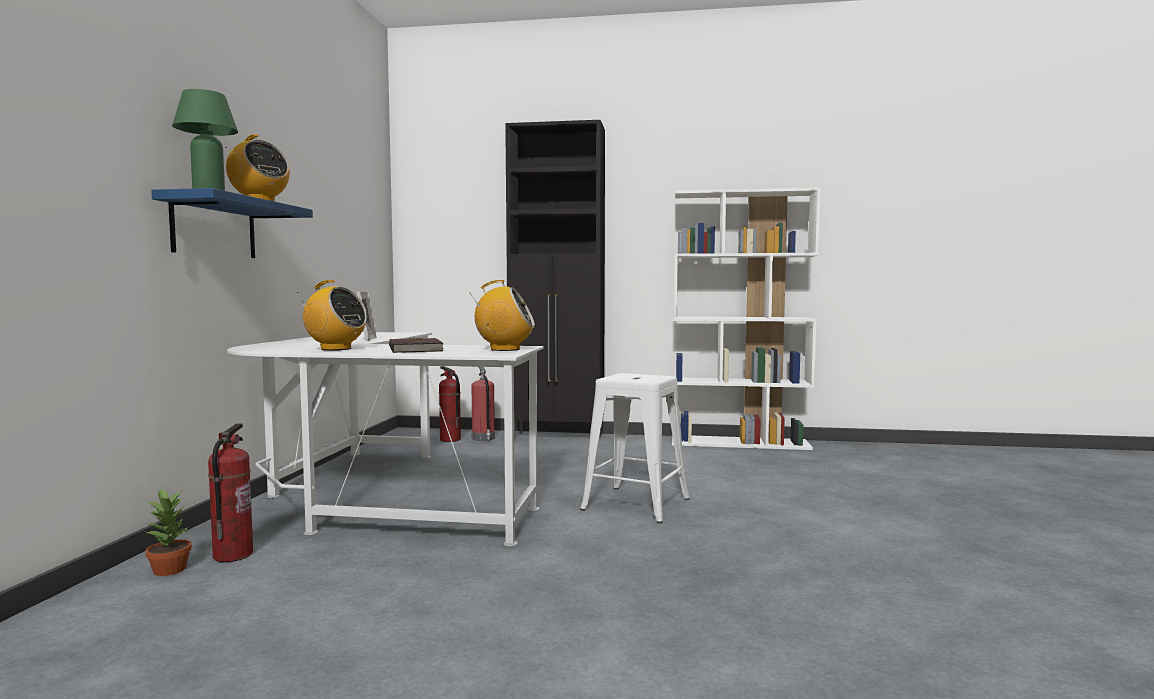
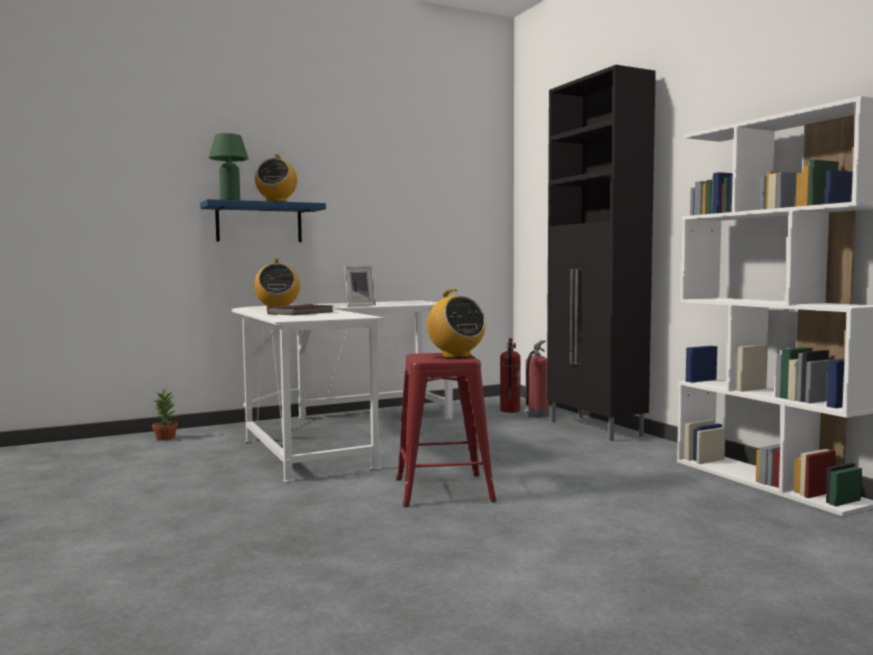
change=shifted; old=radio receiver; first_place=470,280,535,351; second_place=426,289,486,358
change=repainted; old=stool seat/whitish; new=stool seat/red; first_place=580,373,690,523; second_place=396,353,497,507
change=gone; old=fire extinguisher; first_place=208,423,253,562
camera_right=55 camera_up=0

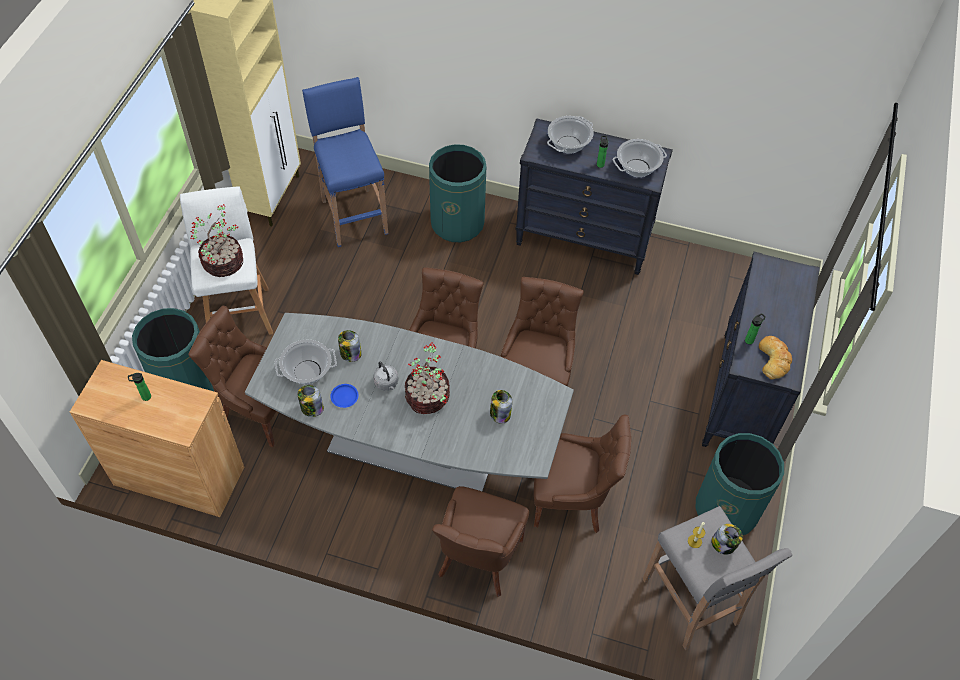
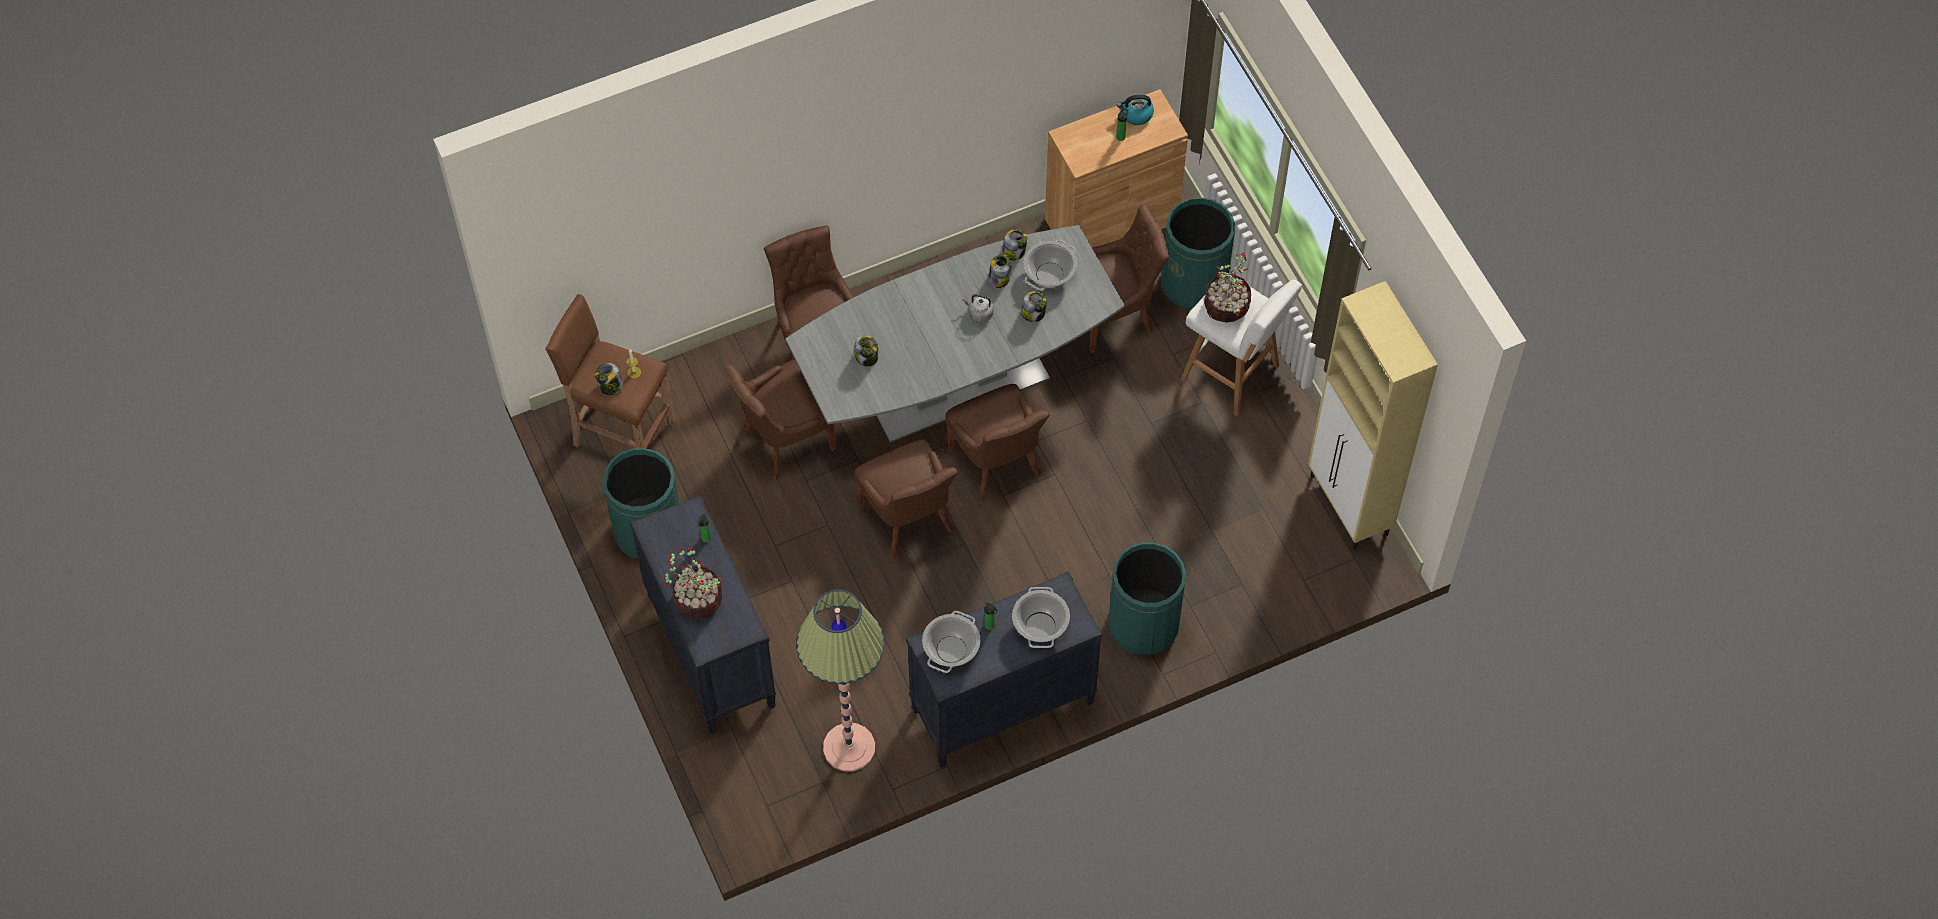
change=gone; old=stool seat/blue; first_place=302,77,388,247
change=gone; old=baked bread; first_place=759,336,792,380
change=shifted; old=houseplant; first_place=405,342,450,414; second_place=661,547,722,620
change=swapped; old=dinner plate/blue; new=storage jar; first_place=330,384,359,408; second_place=988,254,1012,288
change=repainted; old=stool seat/gray; new=stool seat/brown-coloured; first_place=642,506,792,650; second_place=545,294,676,448
change=new; new=kettle; second_place=1117,94,1154,125
change=new; new=standing lamp; second_place=796,589,884,772
camera_right=140 camera_up=5

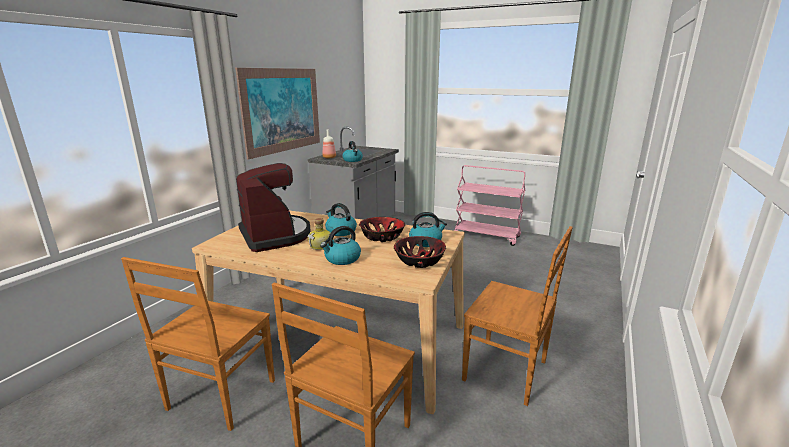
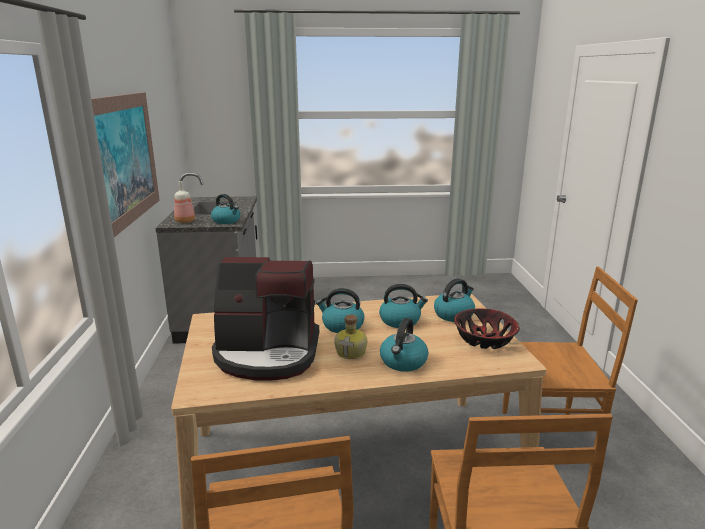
change=rotated; old=coffee brewer; first_place=236,163,311,252; second_place=212,257,319,380; degrees=150
change=gone; old=wheeled cart/pinkish; first_place=454,165,525,246
change=swapped; old=bowl; new=kettle; first_place=359,217,405,242; second_place=379,284,428,328
camera_right=-30 camera_up=0

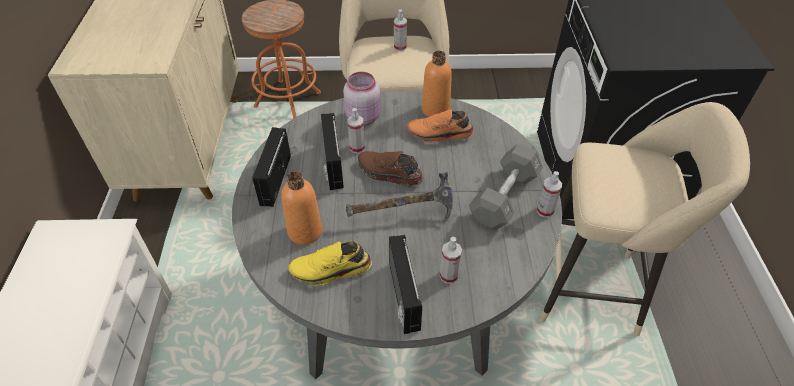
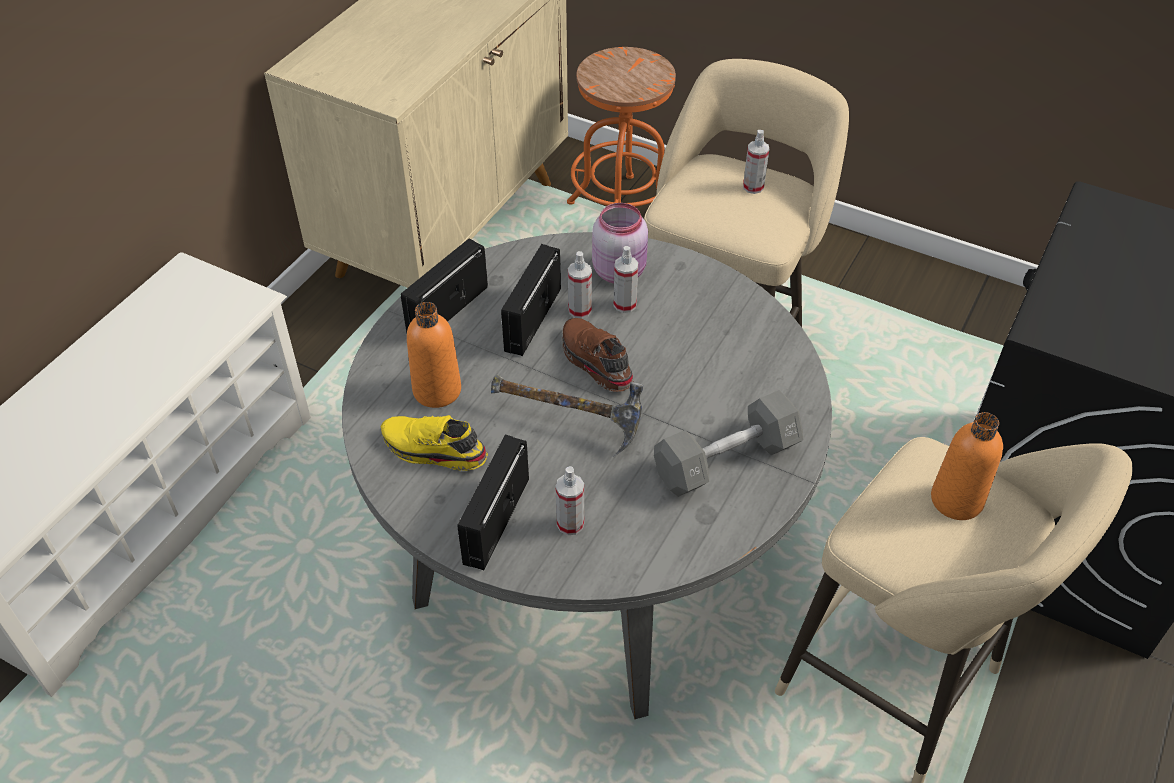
change=shifted; old=drink bottle/orange; first_place=422,51,452,117; second_place=931,412,1003,520
change=gone; old=shoe/orange; first_place=407,109,474,143
change=shifted; old=spray bottle; first_place=537,171,562,218; second_place=614,246,638,313
camera_right=30 camera_up=0

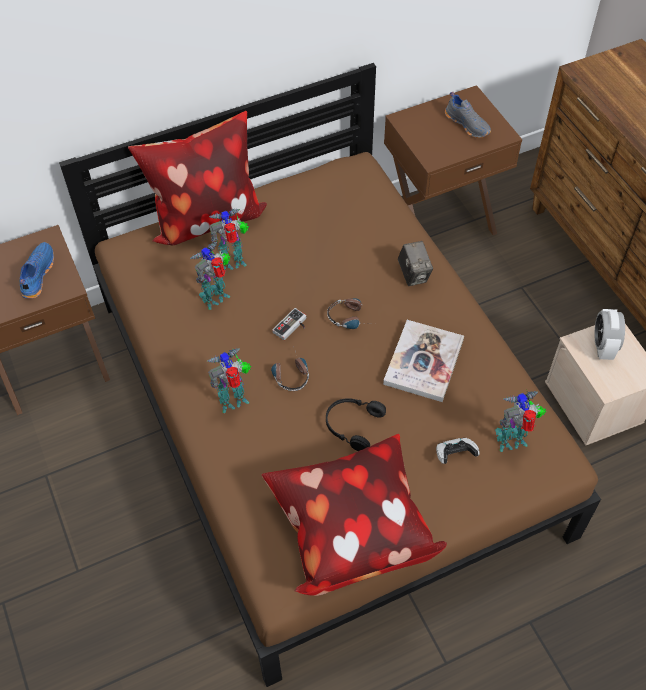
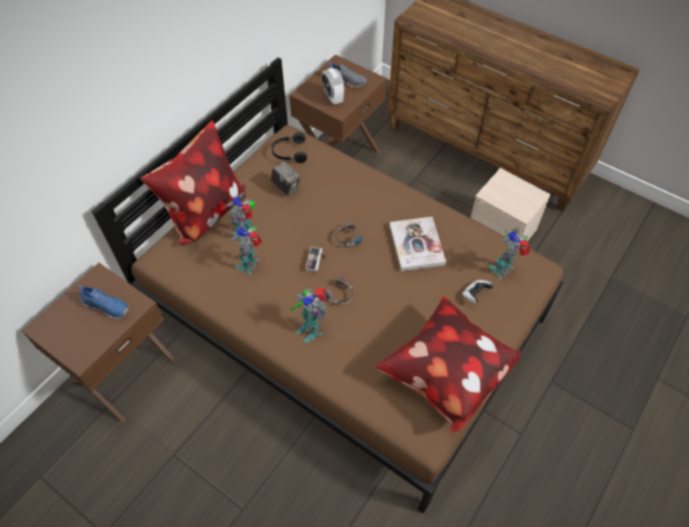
change=shifted; old=still camera; first_place=398,241,433,286; second_place=271,161,300,196
change=rotated; old=shoe/blue; first_place=19,242,54,299; second_place=77,285,129,319; degrees=135
change=shifted; old=alarm clock; first_place=594,309,625,360; second_place=321,68,345,105
change=rotated; old=robot figure; first_place=206,348,251,413; second_place=288,287,327,343; degrees=-75
change=shifted; old=headset/black; first_place=326,398,386,451; second_place=272,132,307,163
camera_right=-30 camera_up=0

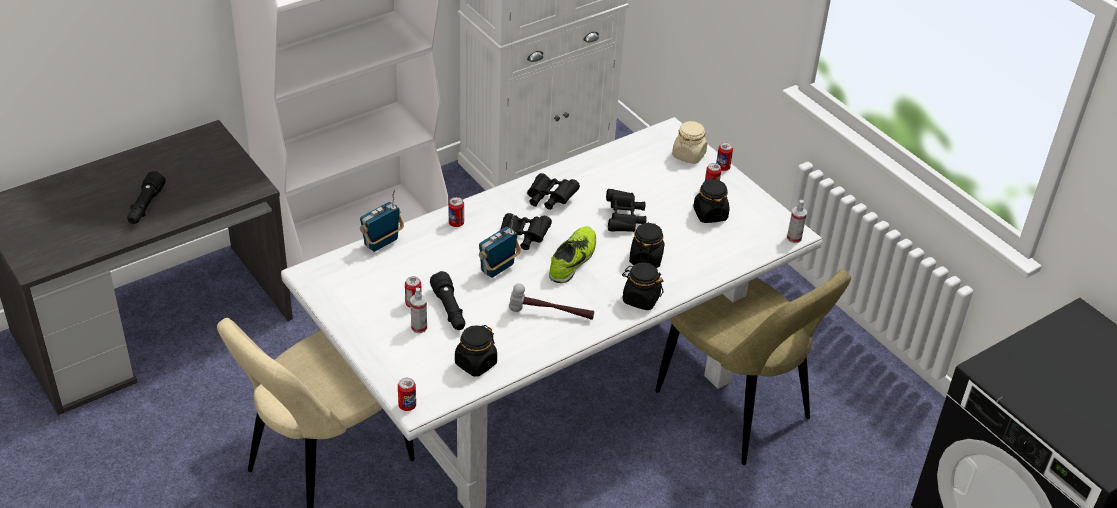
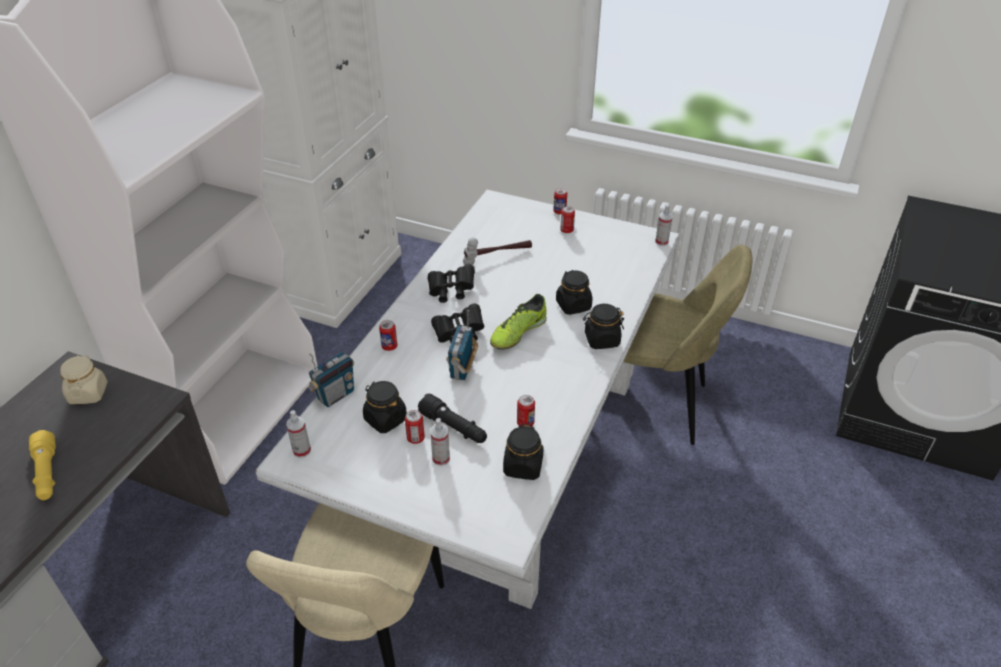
change=shifted; old=storage jar/beige; first_place=672,121,707,164; second_place=60,355,107,404
change=repainted; old=hand torch/black; new=hand torch/yellow-coloured; first_place=127,171,166,224; second_place=29,430,56,500
change=shifted; old=storage jar/black; first_place=693,179,730,223; second_place=363,381,407,433
change=gone; old=pair of binoculars/black; first_place=606,189,647,232
change=rotated; old=radio receiver; first_place=360,190,404,252; second_place=308,352,354,407; degrees=-150
change=rotated; old=shoe; first_place=549,226,596,283; second_place=490,294,547,350; degrees=-135
change=shifted; old=hand hammer; first_place=509,283,594,320; second_place=463,238,532,265
change=shifted; old=sealed can; first_place=398,378,416,411; second_place=517,395,535,427
change=new; new=spray bottle; second_place=286,410,311,458
camera_right=-30 camera_up=0

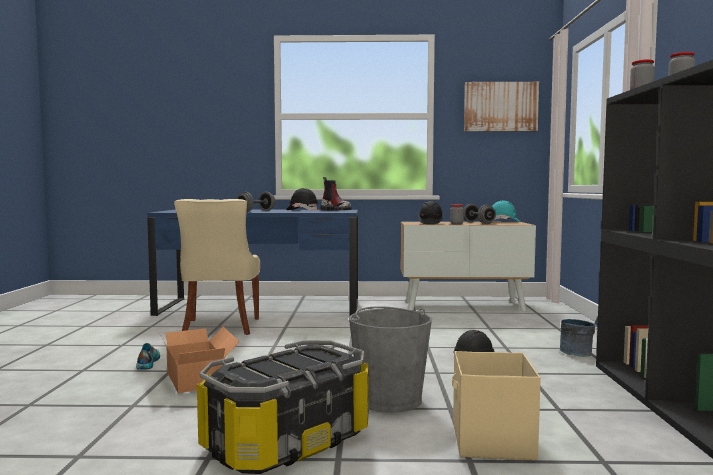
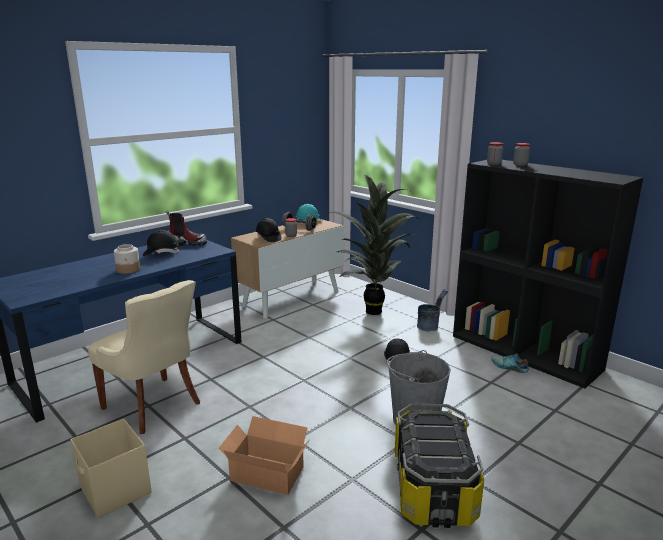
change=gone; old=picture; first_place=464,82,539,132
change=swapped; old=hand weight/gray; new=storage jar; first_place=237,192,275,212; second_place=114,244,140,274
change=shifted; old=shoe; first_place=136,343,160,370; second_place=492,353,529,373
change=shifted; old=storage container/beige; first_place=452,351,541,460; second_place=70,419,152,518
change=new; new=houseplant; second_place=329,175,421,315
camera_right=-45 camera_up=15

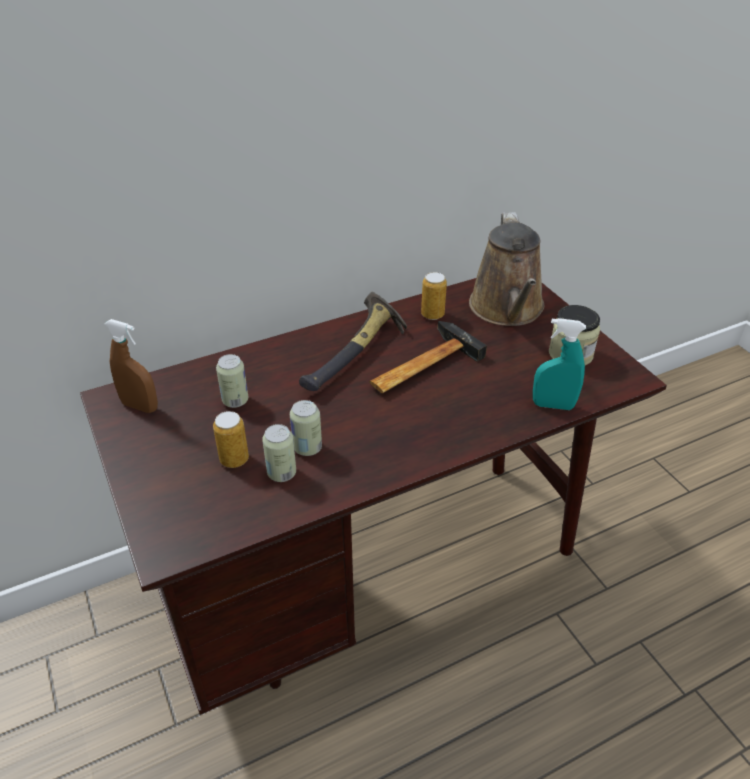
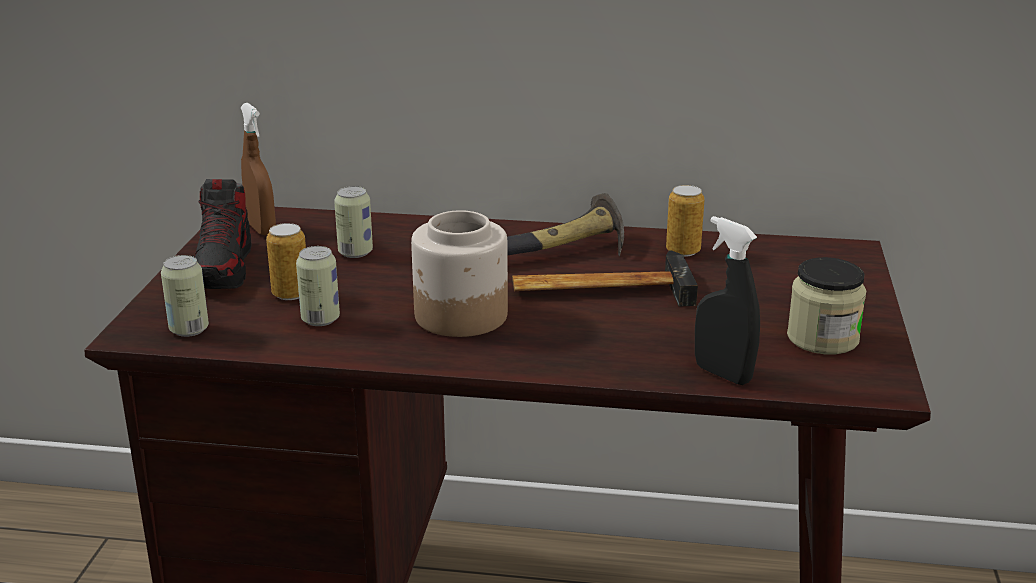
change=gone; old=sprinkling can/brown-coloured; first_place=469,212,544,326
change=repainted; old=spray bottle/turquoise-coloured; new=spray bottle/black; first_place=533,318,586,410; second_place=695,216,760,385
change=shifted; old=sealed can; first_place=290,400,322,456; second_place=161,255,209,337
change=new; new=shoe; second_place=192,179,252,289
change=new; new=storage jar; second_place=411,210,508,337
camera_right=35 camera_up=-15

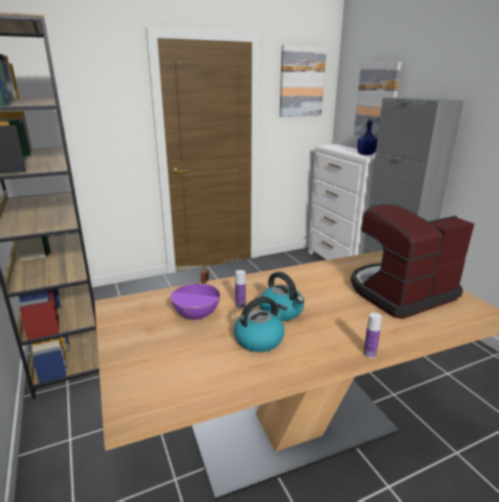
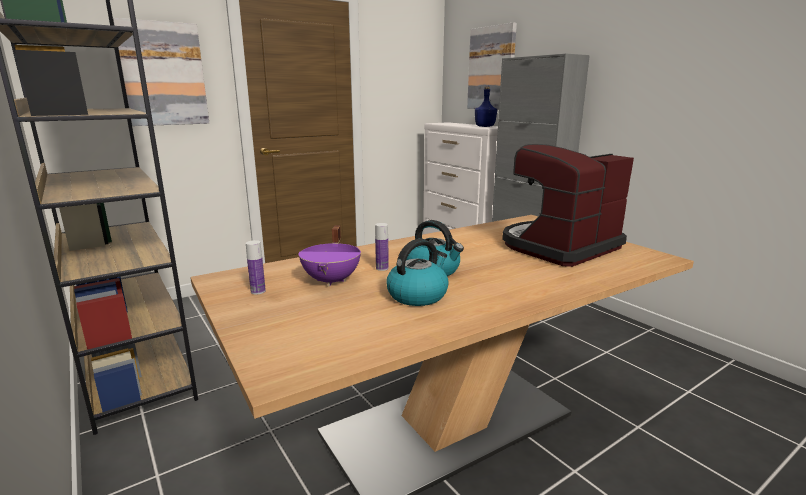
change=shifted; old=picture; first_place=280,45,327,117; second_place=113,18,209,126
change=shifted; old=drink bottle; first_place=363,312,382,358; second_place=246,240,266,294
camera_right=-10 camera_up=-5

